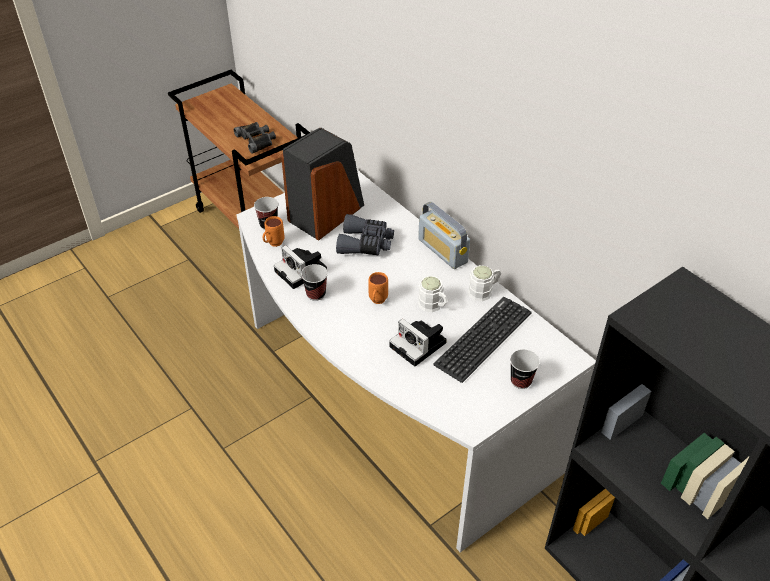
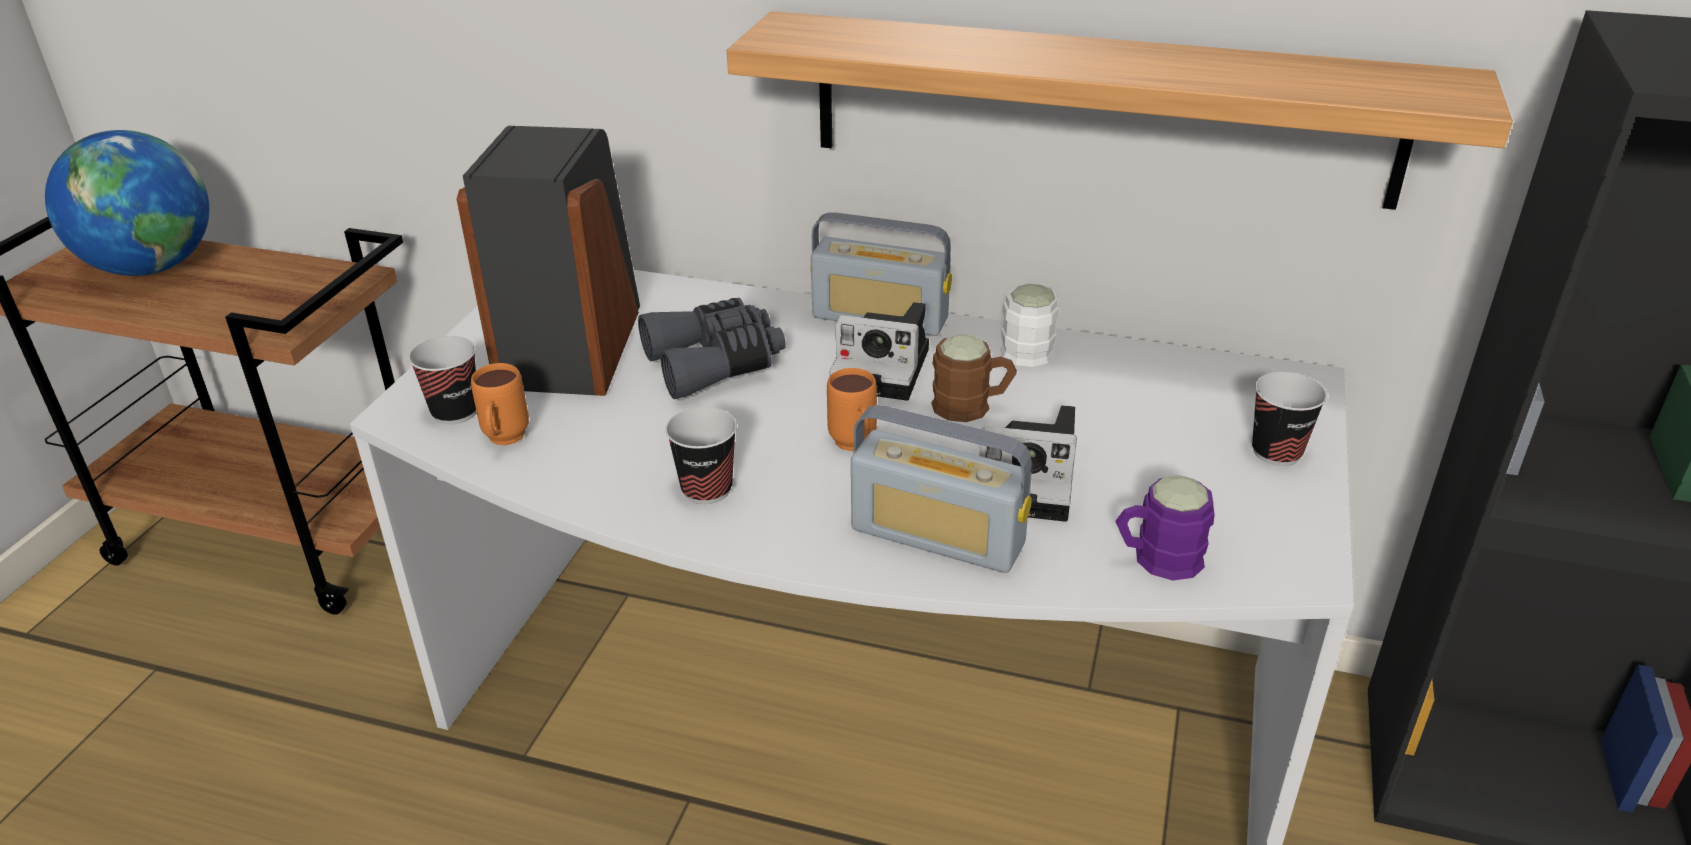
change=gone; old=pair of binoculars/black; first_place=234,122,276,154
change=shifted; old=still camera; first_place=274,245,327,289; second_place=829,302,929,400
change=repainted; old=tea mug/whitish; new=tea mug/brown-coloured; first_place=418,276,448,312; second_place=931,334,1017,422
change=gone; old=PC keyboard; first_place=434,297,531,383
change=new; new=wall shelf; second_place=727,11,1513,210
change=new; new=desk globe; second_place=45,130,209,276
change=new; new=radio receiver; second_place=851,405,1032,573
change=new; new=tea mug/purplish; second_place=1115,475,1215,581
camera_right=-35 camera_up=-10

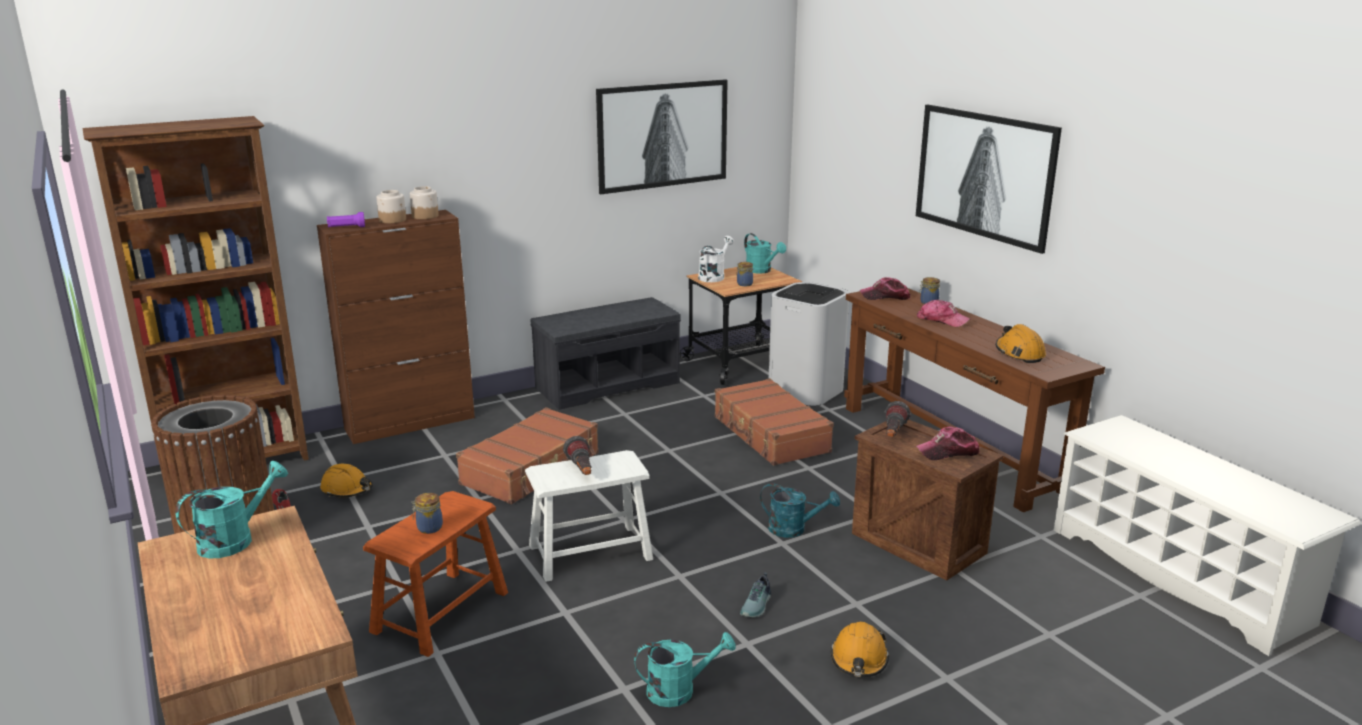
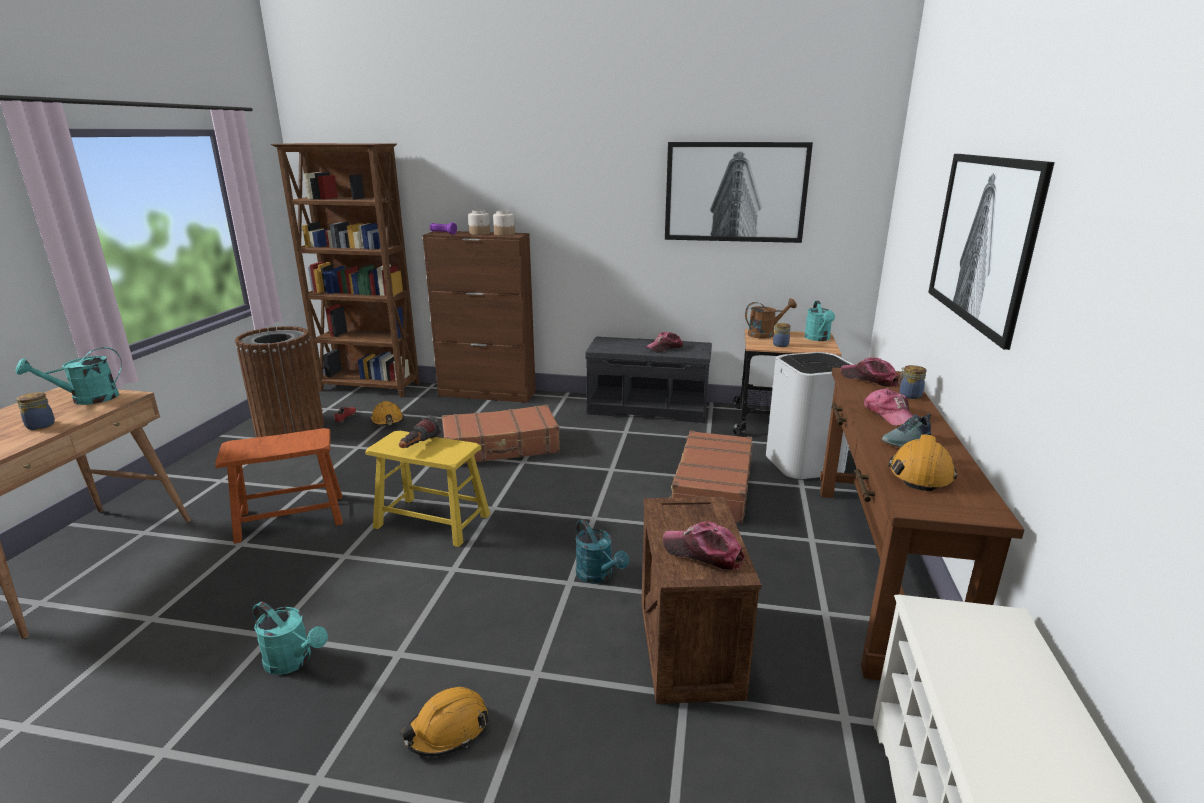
change=repainted; old=sprinkling can/whitish; new=sprinkling can/brown-coloured; first_place=698,236,734,282; second_place=745,298,797,339
change=gone; old=hand torch; first_place=884,401,911,437
change=repainted; old=stool seat/whitish; new=stool seat/yellow-coloured; first_place=525,450,653,582; second_place=365,431,490,547
change=rotated; old=sprinkling can/turquoise-coloured; first_place=175,461,288,559; second_place=16,347,122,405; degrees=150
change=shifted; old=storage jar; first_place=412,493,443,534; second_place=16,392,55,430
change=shifted; old=shoe; first_place=740,572,771,618; second_place=881,413,931,447
change=new; new=peaked cap; second_place=646,332,683,353
camera_right=40 camera_up=0

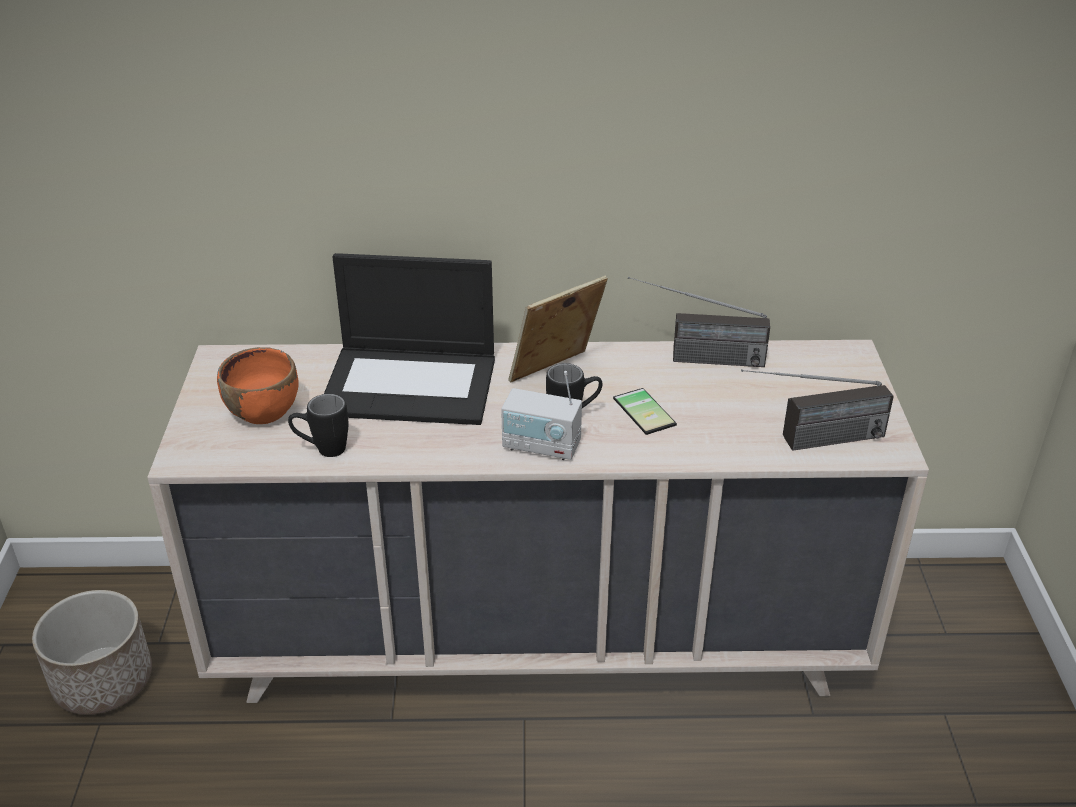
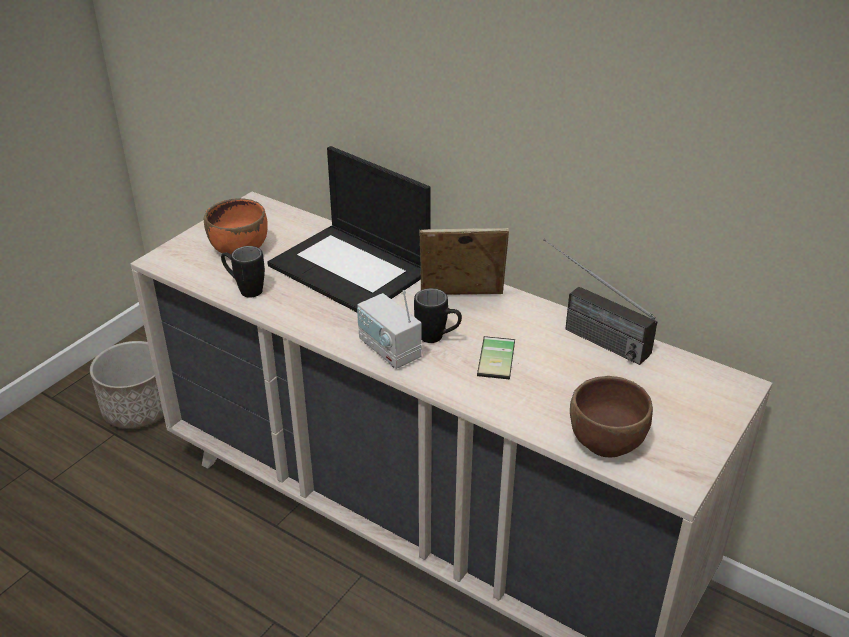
change=swapped; old=radio receiver; new=bowl/brown-coloured; first_place=741,369,894,451; second_place=570,376,653,457
camera_right=35 camera_up=0

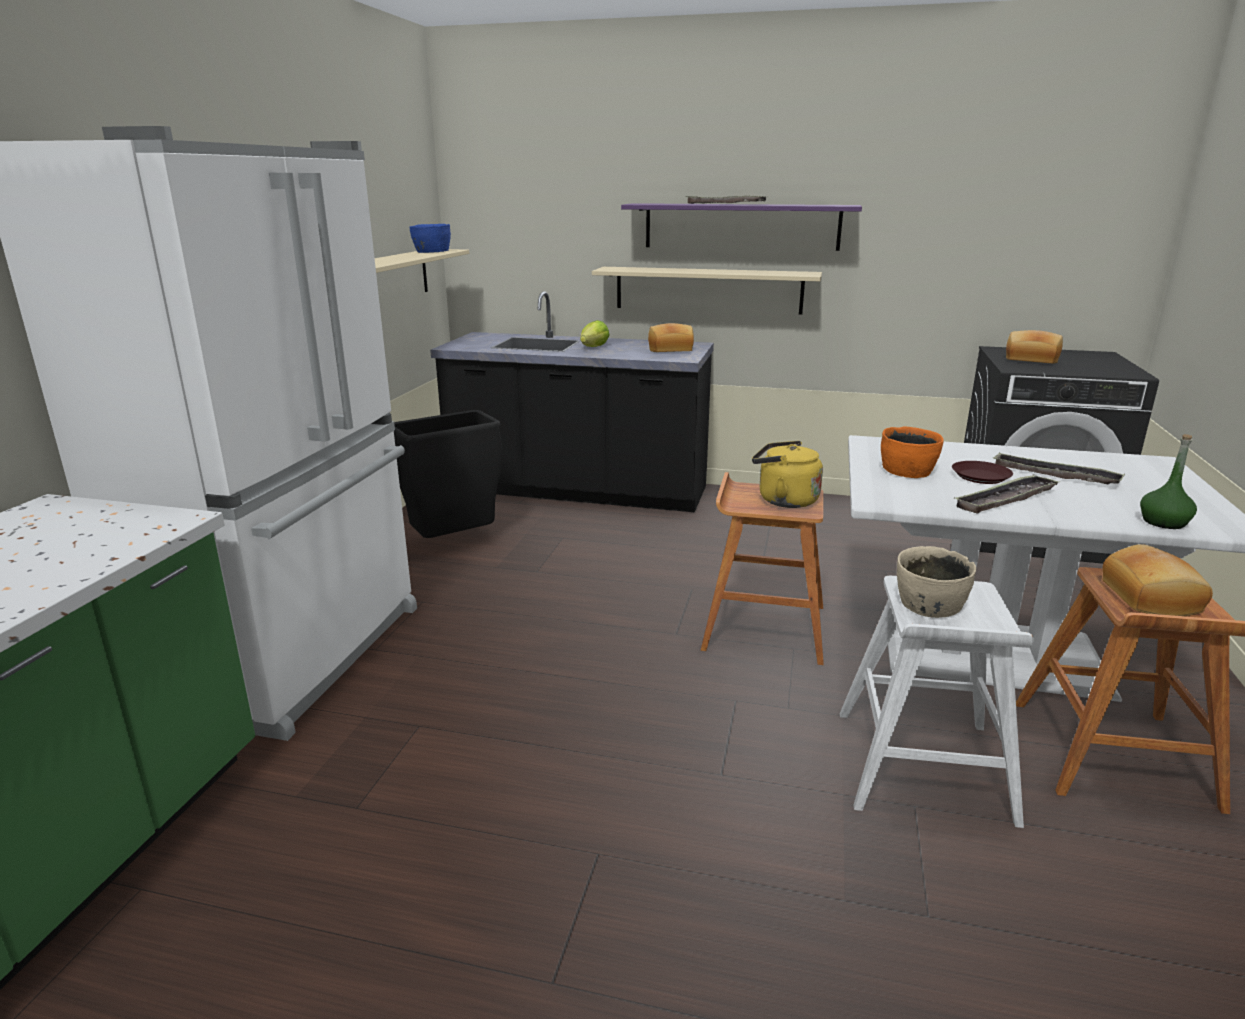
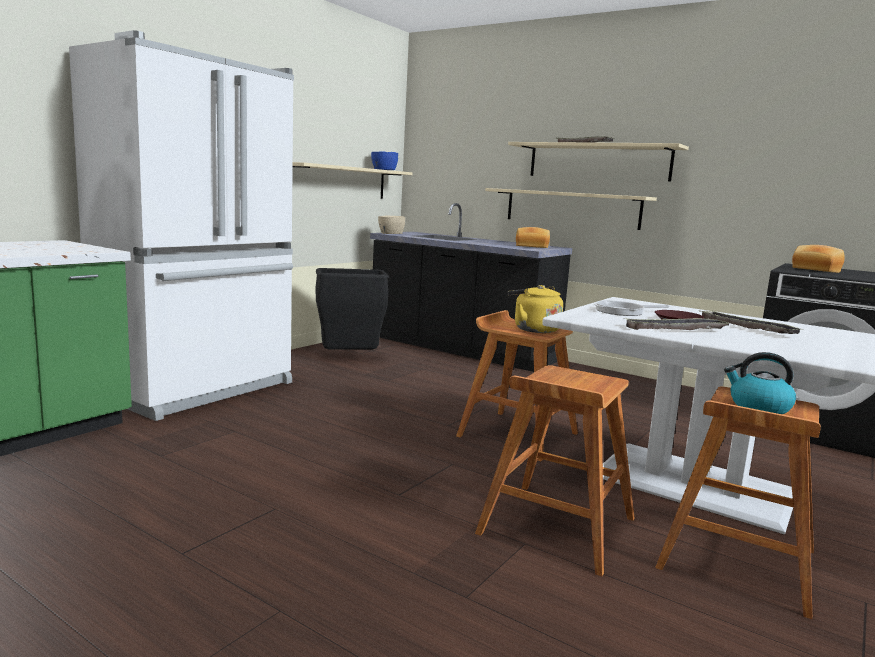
change=repainted; old=wall shelf/purplish; new=wall shelf/beige; first_place=621,203,862,251; second_place=508,142,689,181
change=gone; old=lettuce; first_place=580,320,610,347
change=swapped; old=bowl/orange; new=frying pan; first_place=881,426,944,478; second_place=593,300,669,316
change=gone; old=drink bottle/green-coloured; first_place=1140,434,1197,529
change=swapped; old=baked bread; new=kettle; first_place=1102,544,1213,616; second_place=724,352,796,414
change=shifted; old=bowl/beige; first_place=897,546,976,618; second_place=378,215,405,234
change=repainted; old=stool seat/whitish; new=stool seat/brown-coloured; first_place=840,576,1034,828; second_place=475,365,635,576
camera_right=20 camera_up=-10

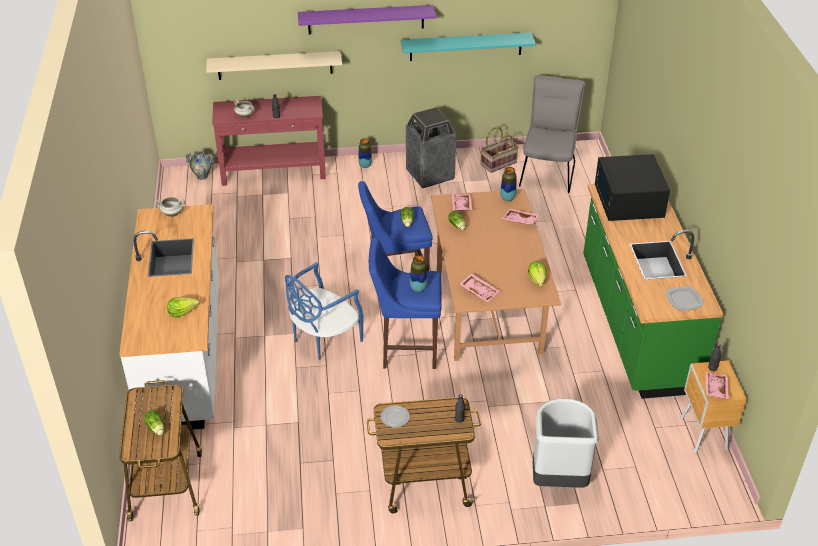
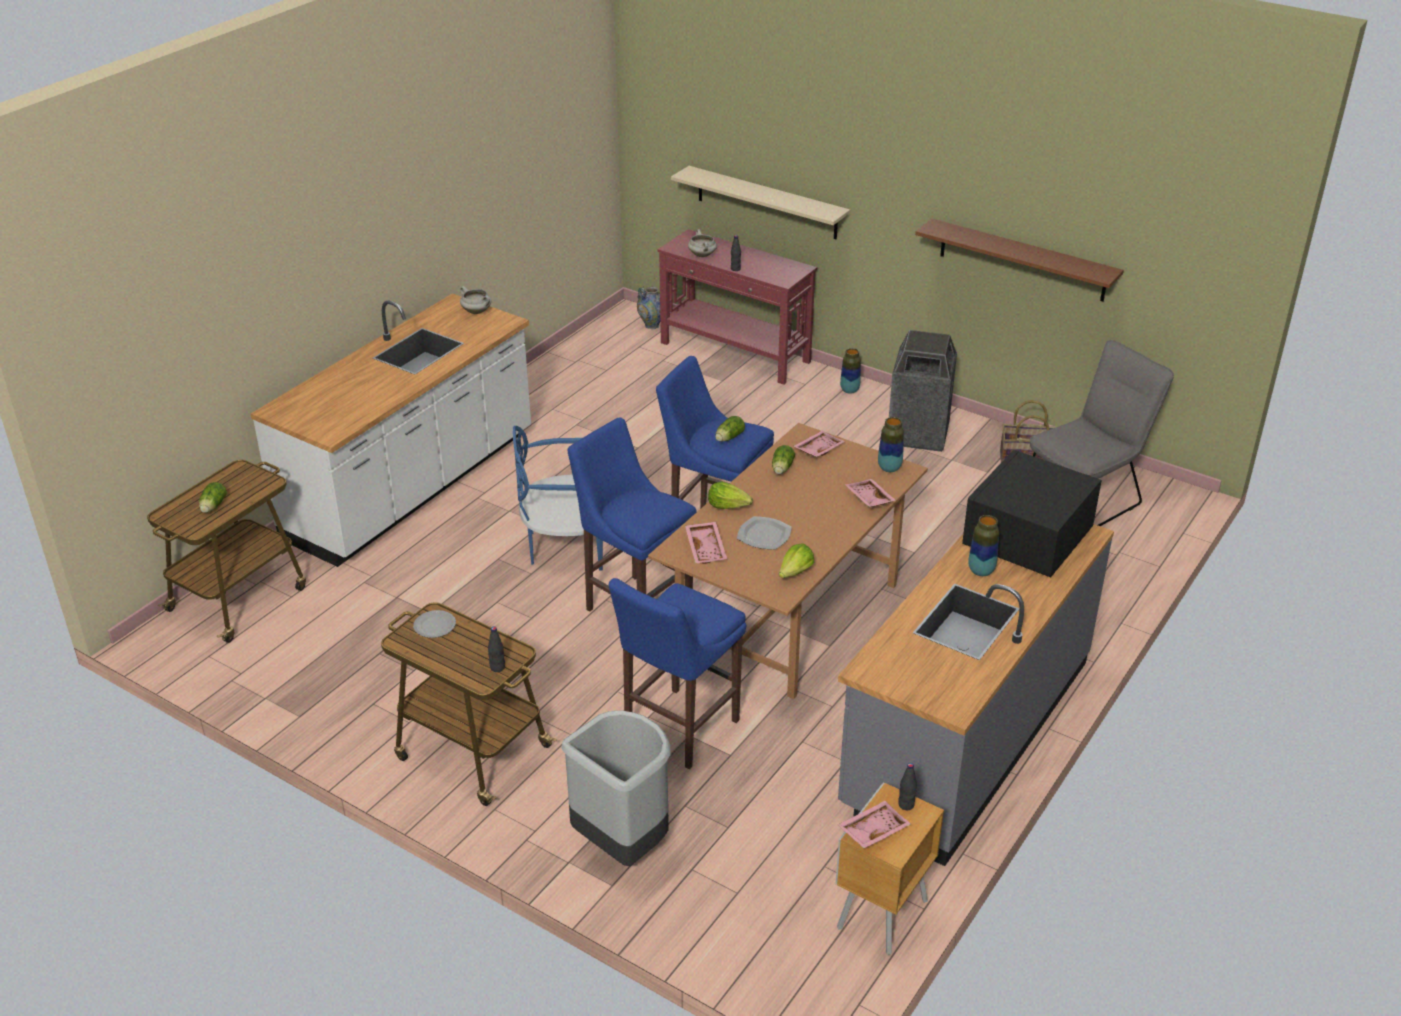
change=gone; old=wall shelf/purplish; first_place=298,5,436,34
change=repainted; old=wall shelf/turquoise-coloured; new=wall shelf/brown-coloured; first_place=401,32,536,61; second_place=915,219,1124,301
change=repainted; old=kitchen base unit/green-coloured; new=kitchen base unit/gray; first_place=583,184,723,399; second_place=838,524,1114,866
change=shifted; old=flower vase; first_place=410,255,427,292; second_place=968,515,999,576
change=shifted; old=dinner plate; first_place=665,286,704,310; second_place=737,516,792,550
change=shifted; old=lettuce; first_place=167,297,199,318; second_place=708,482,753,509
change=new; new=stool seat/blue; second_place=609,578,746,769
camera_right=40 camera_up=-5

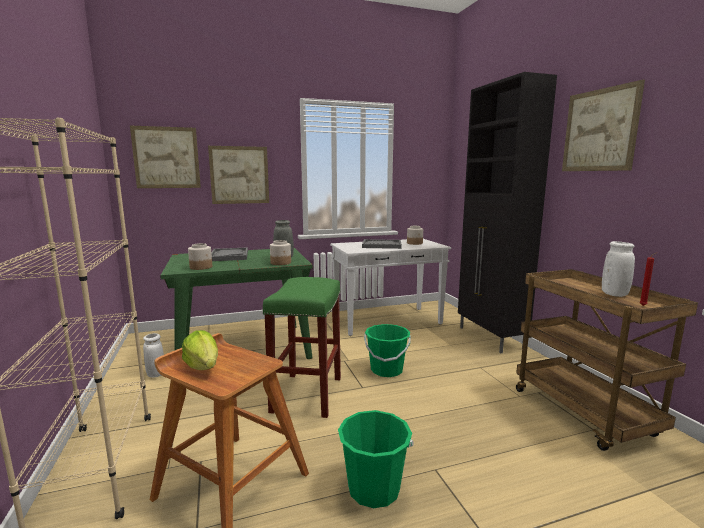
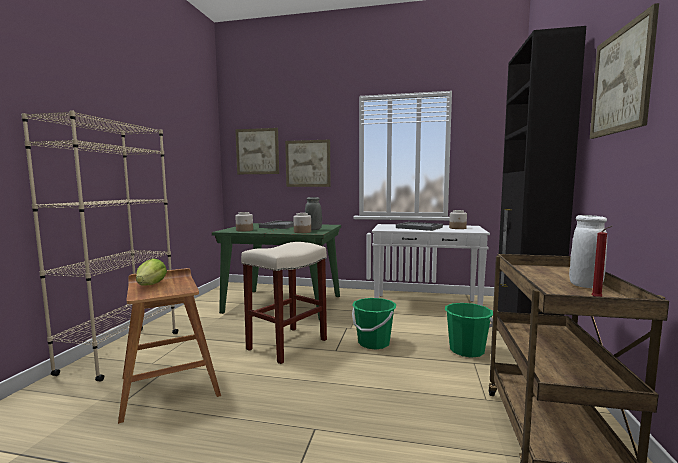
change=repainted; old=stool seat/green-coloured; new=stool seat/beige; first_place=263,277,341,418; second_place=241,242,327,364
change=gone; old=flower vase/whitish; first_place=143,333,164,378
change=shifted; old=pail/green-coloured; first_place=338,410,414,508; second_place=445,303,493,358
camera_right=30 camera_up=-5

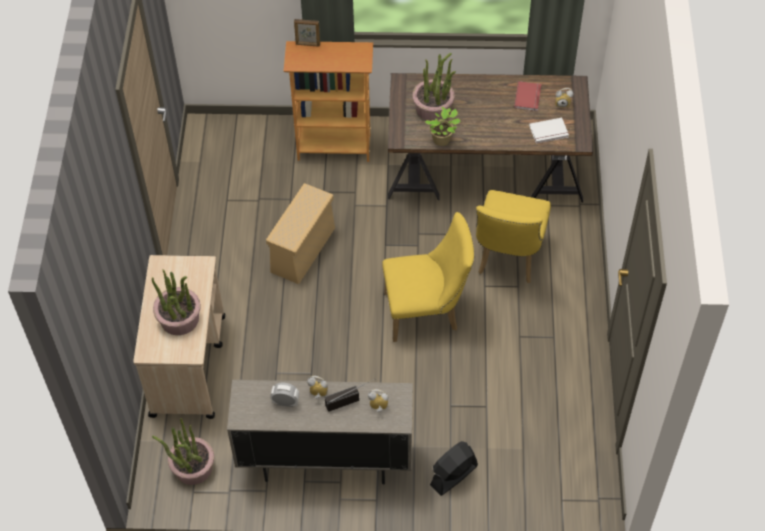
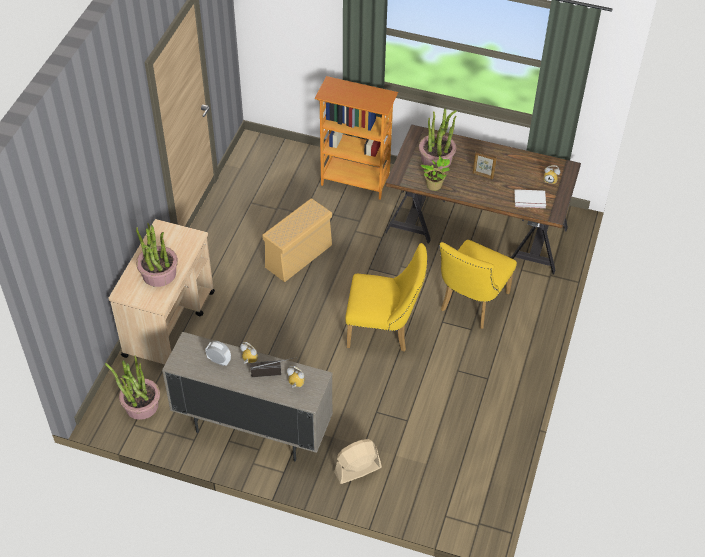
change=shifted; old=standing frame; first_place=294,19,320,47; second_place=473,151,497,180
change=gone; old=bound book/red; first_place=514,81,541,111
change=repainted; old=electric fan/black; new=electric fan/beige; first_place=430,441,478,496; second_place=334,439,382,484
camera_right=15 camera_up=-5

